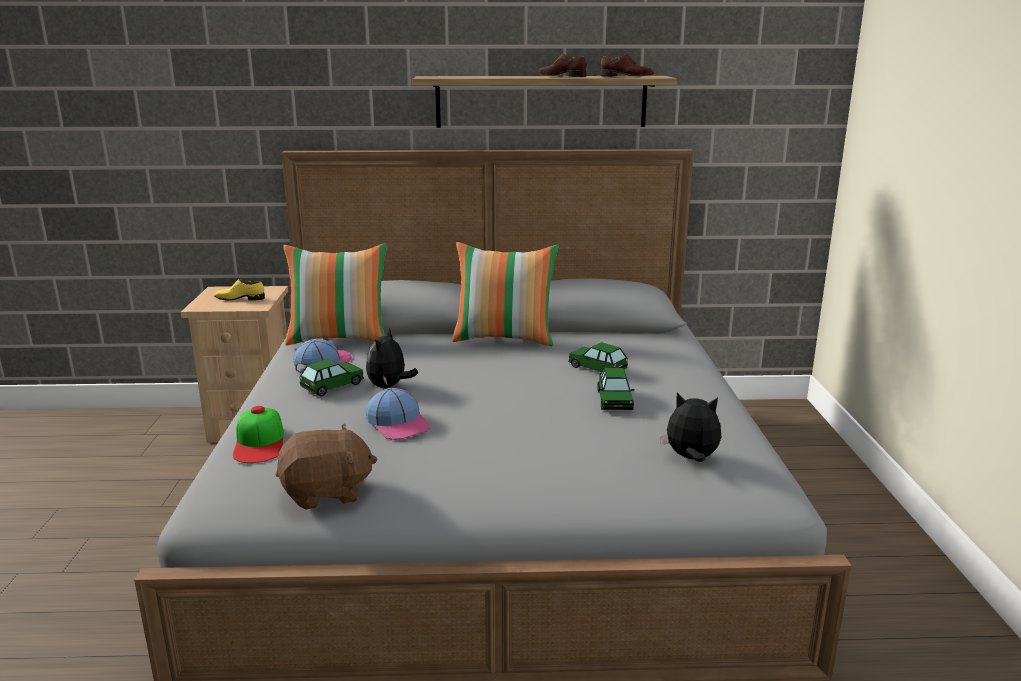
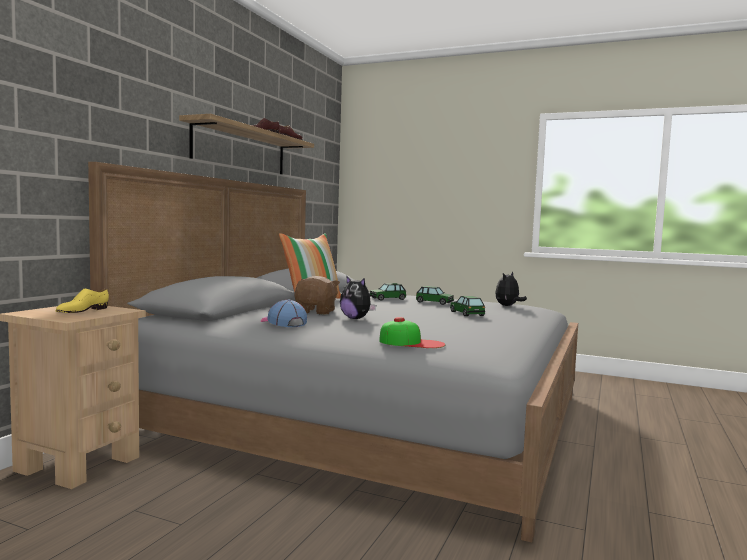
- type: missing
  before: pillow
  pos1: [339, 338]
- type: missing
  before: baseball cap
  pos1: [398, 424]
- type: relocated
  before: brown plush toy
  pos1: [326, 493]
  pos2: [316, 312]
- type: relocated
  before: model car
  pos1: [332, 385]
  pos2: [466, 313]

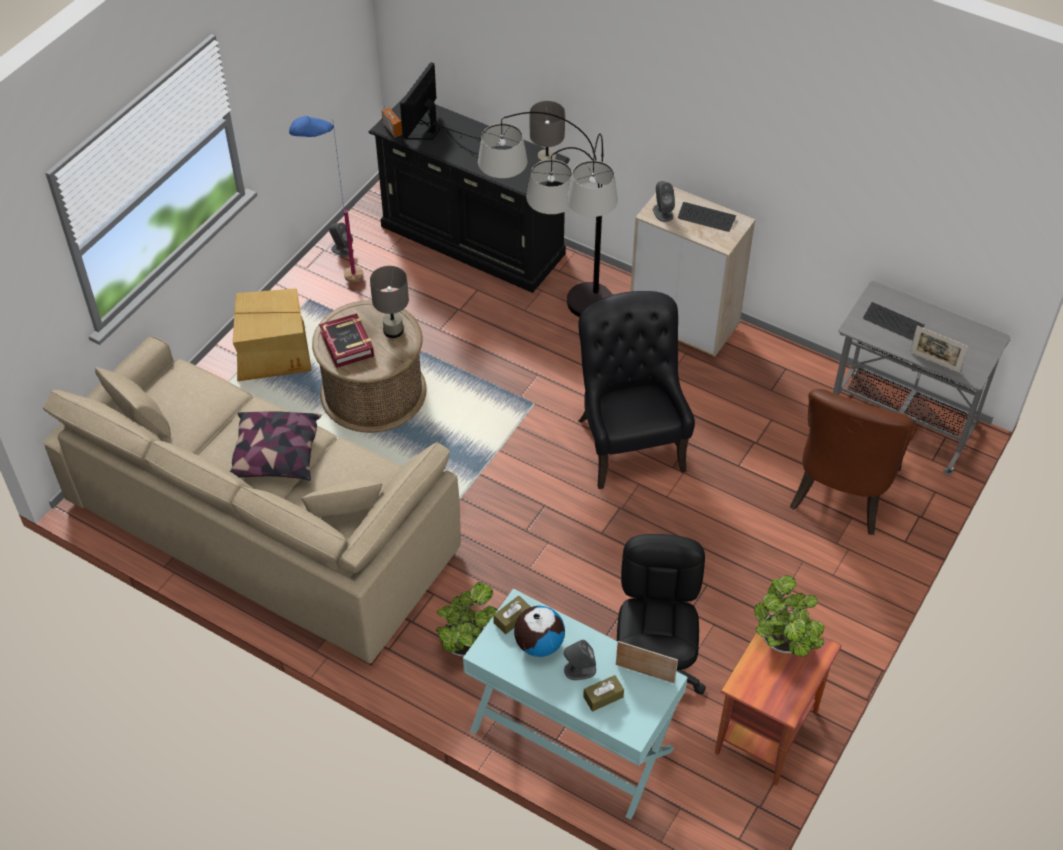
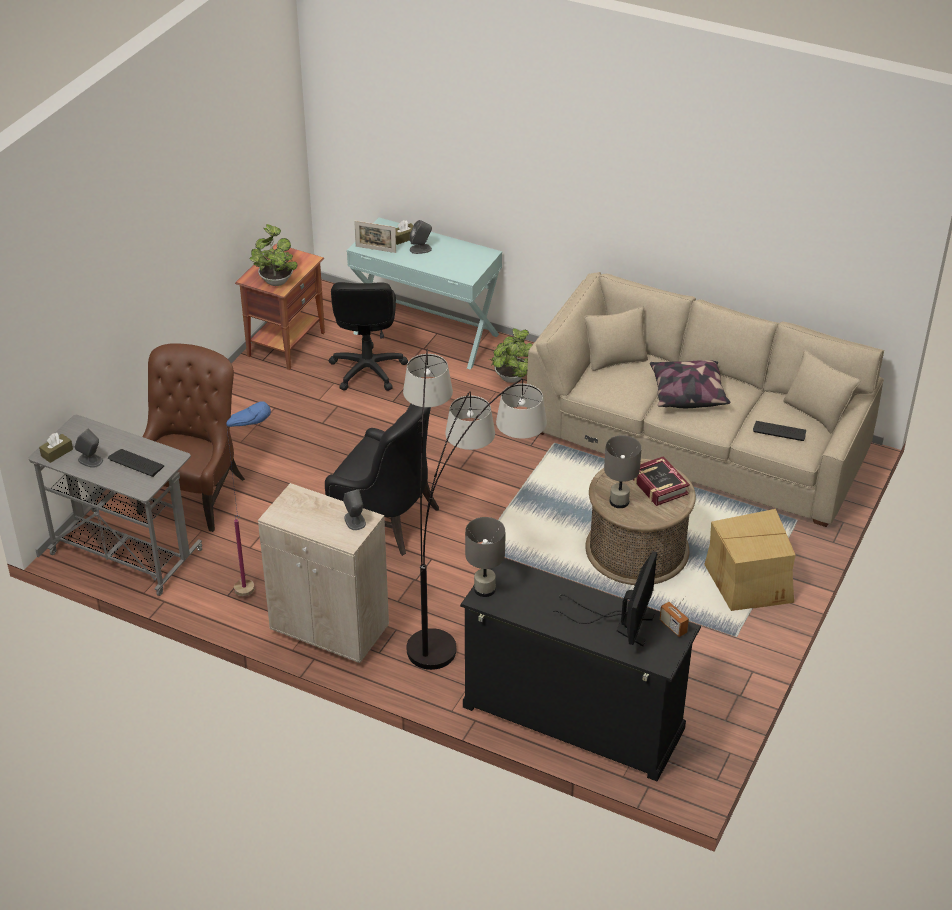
- type: missing
  before: desk globe
  pos1: [539, 644]
- type: missing
  before: picture frame
  pos1: [934, 362]
- type: relocated
  before: blue-coloured standing lamp
  pos1: [339, 285]
  pos2: [260, 586]
- type: relocated
  before: greyish loudspeaker
  pos1: [342, 249]
  pos2: [90, 460]
- type: relocated
  before: brown tissue box
  pos1: [512, 618]
  pos2: [57, 453]
- type: relocated
  before: computer keyboard
  pos1: [706, 218]
  pos2: [779, 431]
- type: spun
  before: black-coloured upright chair
  pos1: [629, 444]
  pos2: [386, 519]
  turn: -45

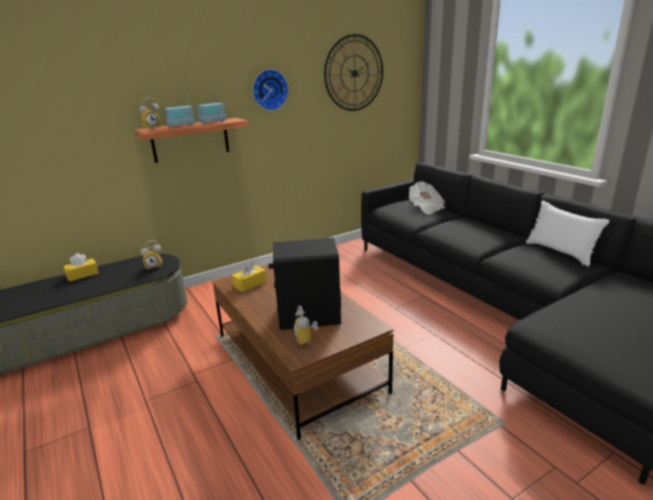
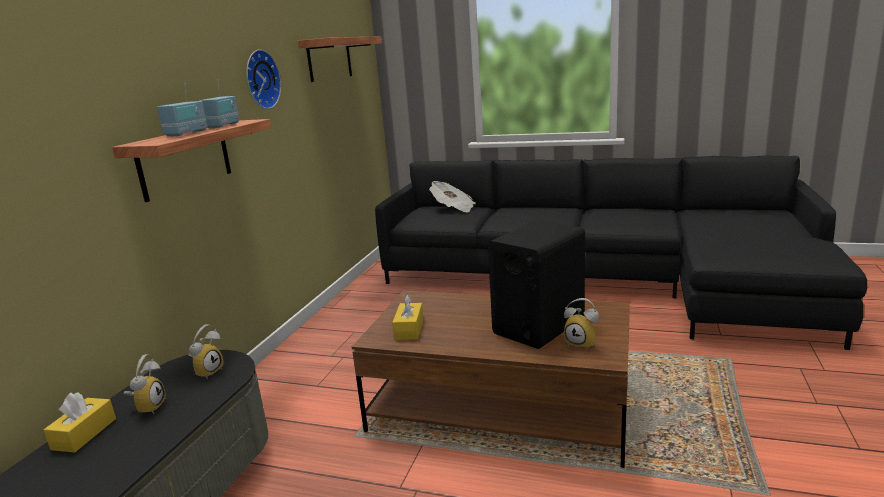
- type: missing
  before: whitish pillow
  pos1: [560, 252]
- type: relocated
  before: table clock
  pos1: [151, 128]
  pos2: [148, 407]
- type: exchanged
  before: hanging clock
  after: shelf
  pos1: [354, 73]
  pos2: [329, 59]

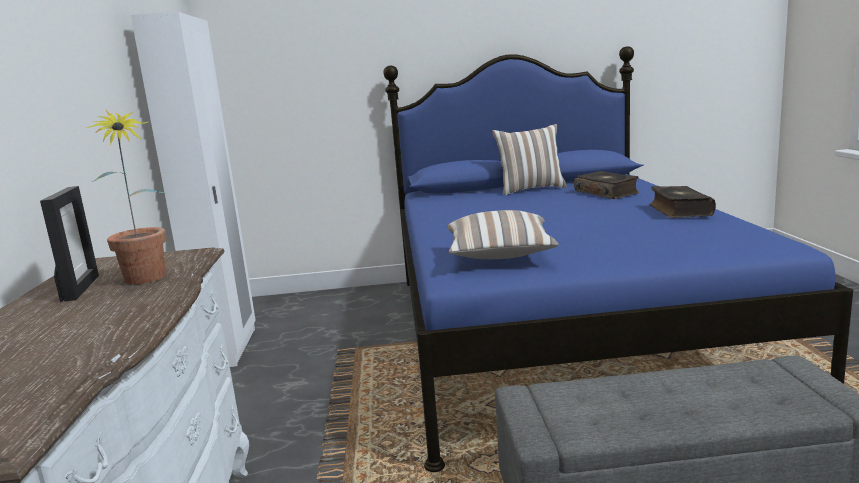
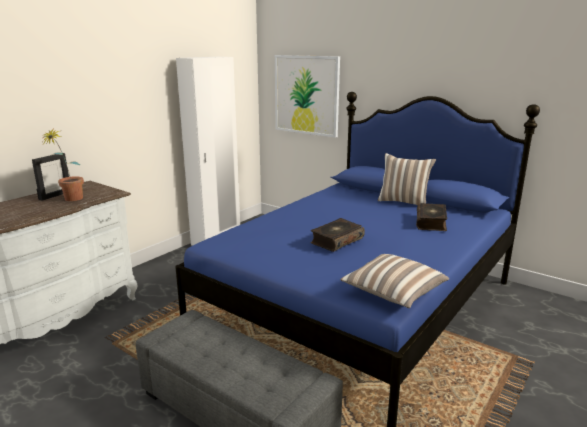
- type: appeared
  after: wall picture
  pos2: [306, 95]
- type: relocated
  before: pillow
  pos1: [500, 256]
  pos2: [393, 293]
- type: relocated
  before: book
  pos1: [679, 211]
  pos2: [336, 241]

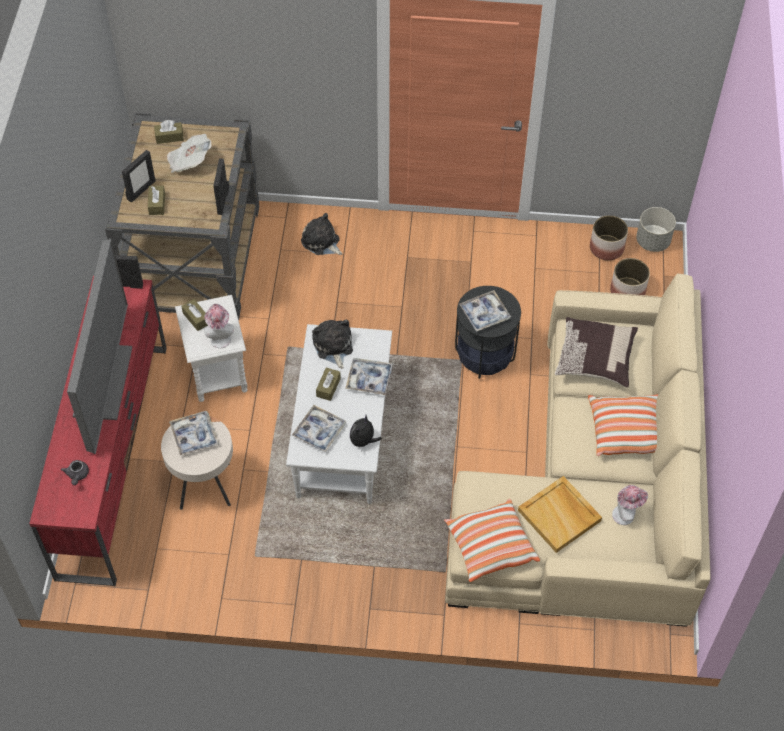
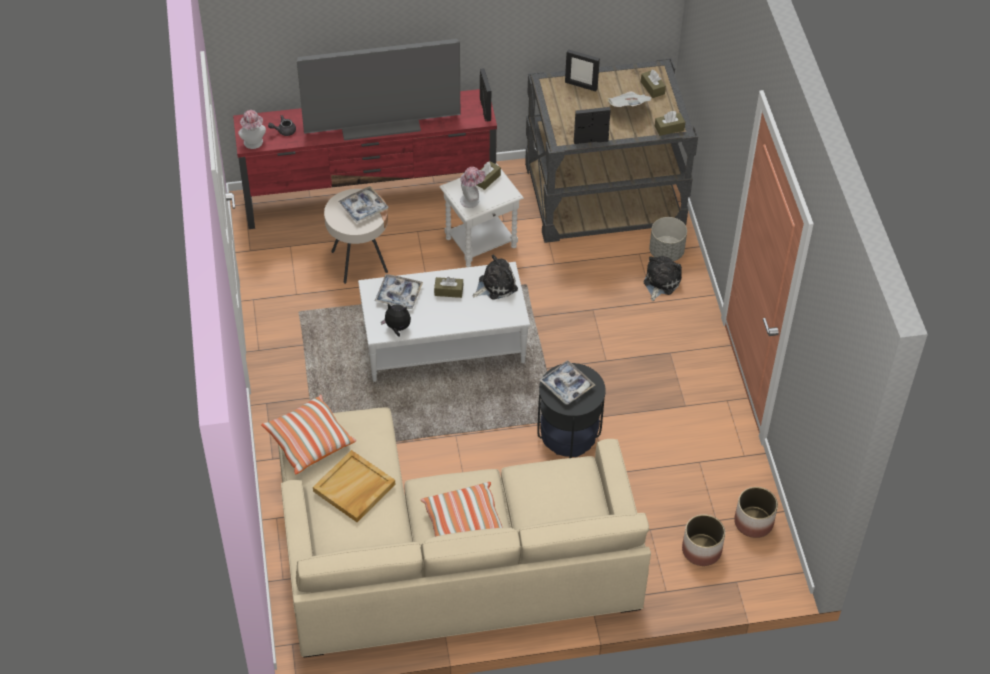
- type: missing
  before: carrying tray
  pos1: [369, 379]
- type: missing
  before: pillow
  pos1: [594, 359]
- type: relocated
  before: brown tissue box
  pos1: [157, 204]
  pos2: [669, 128]
- type: relocated
  before: wearable hat
  pos1: [626, 514]
  pos2: [254, 144]
- type: relocated
  before: greyish plant pot
  pos1: [653, 241]
  pos2: [666, 252]

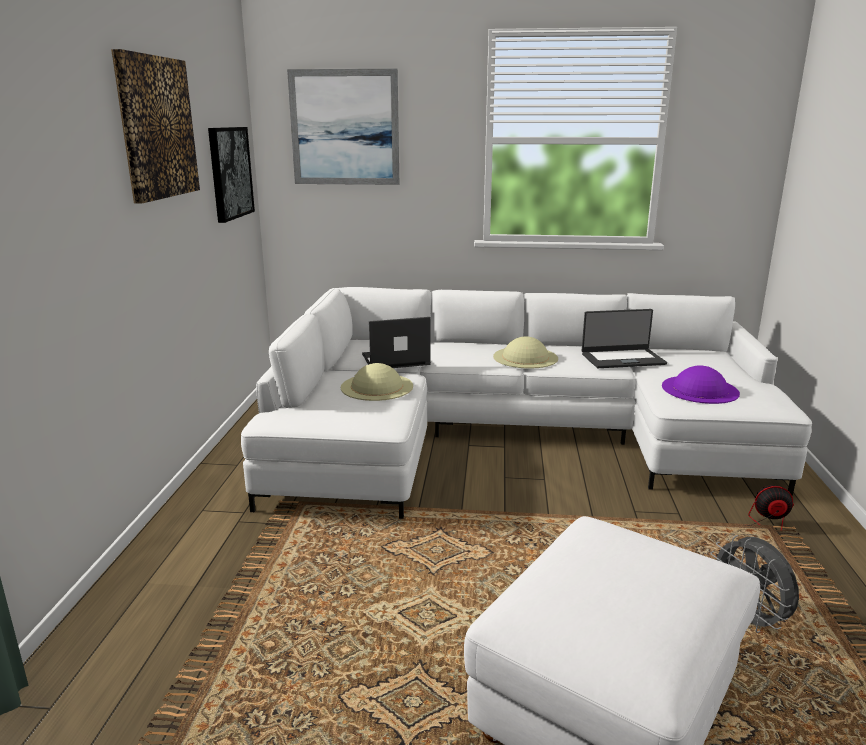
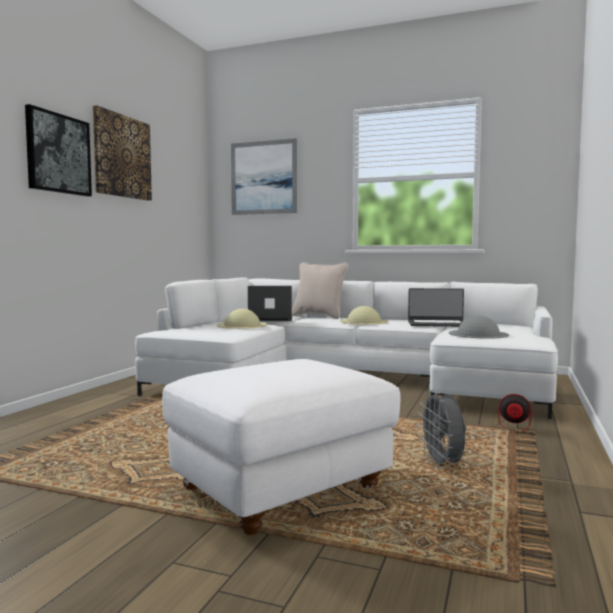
- type: appeared
  after: sand-coloured pillow
  pos2: [318, 316]
- type: relocated
  before: wall picture
  pos1: [230, 173]
  pos2: [58, 154]
- type: colour
  before: purple wearable hat
  after: greyish wearable hat
  pos1: [700, 389]
  pos2: [478, 334]

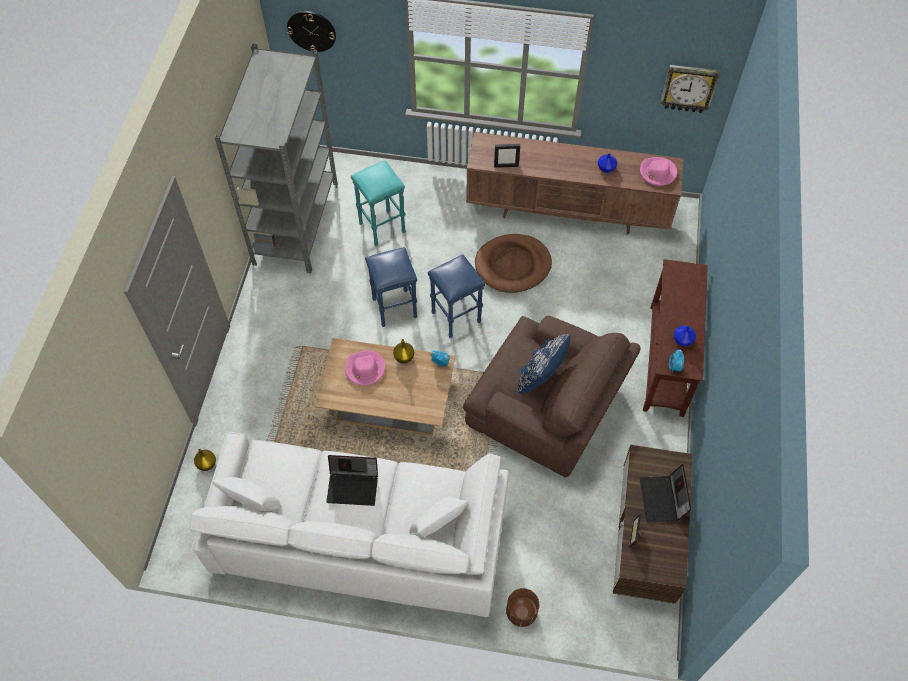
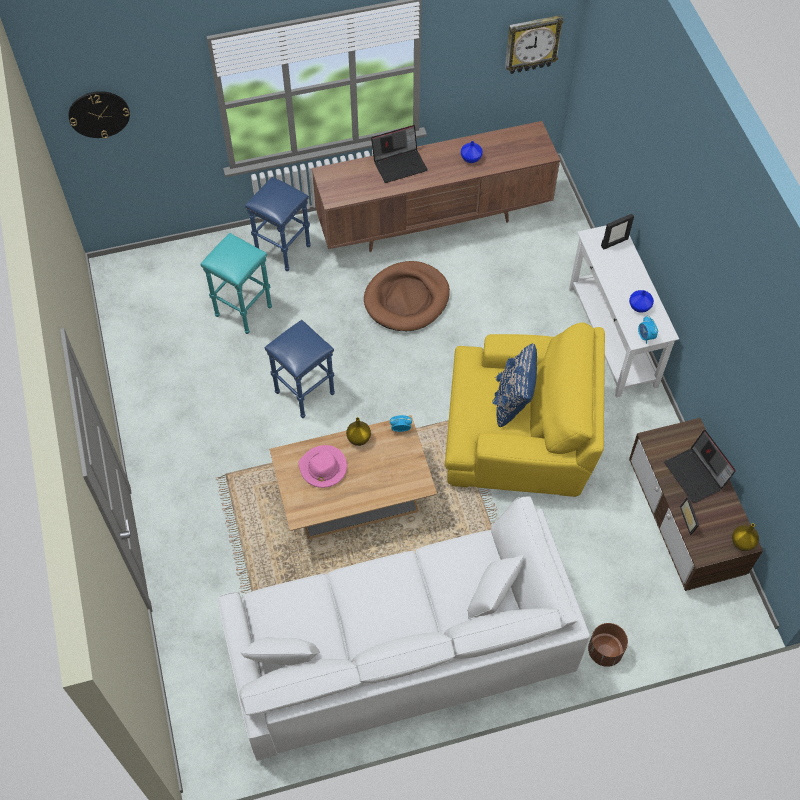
- type: missing
  before: greyish bookshelf
  pos1: [296, 223]
- type: missing
  before: pink-coloured wearable hat
  pos1: [657, 173]
- type: relocated
  before: yellow-coloured vase
  pos1: [206, 464]
  pos2: [741, 543]
- type: relocated
  before: portable computer
  pos1: [353, 486]
  pos2: [400, 164]
- type: relocated
  before: blue-coloured sitting stool
  pos1: [457, 317]
  pos2: [284, 249]
- type: relocated
  before: picture frame
  pos1: [506, 165]
  pos2: [614, 242]
- type: colour
  before: brown easy chair
  after: yellow-coloured easy chair
  pos1: [546, 408]
  pos2: [520, 434]
- type: colour
  before: brown hall table
  after: whitish hall table
  pos1: [666, 360]
  pos2: [613, 337]

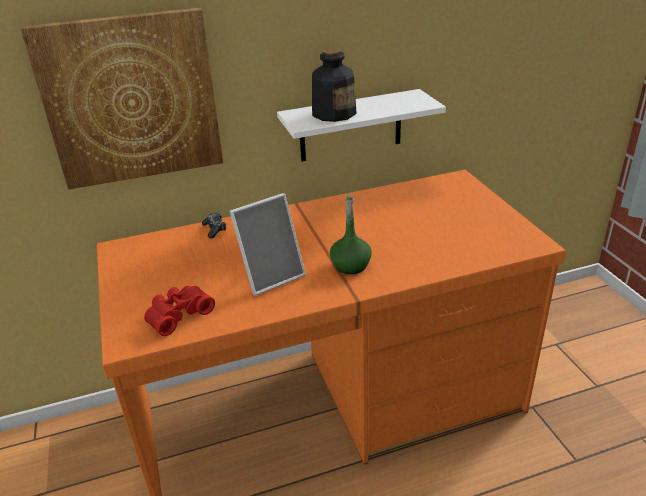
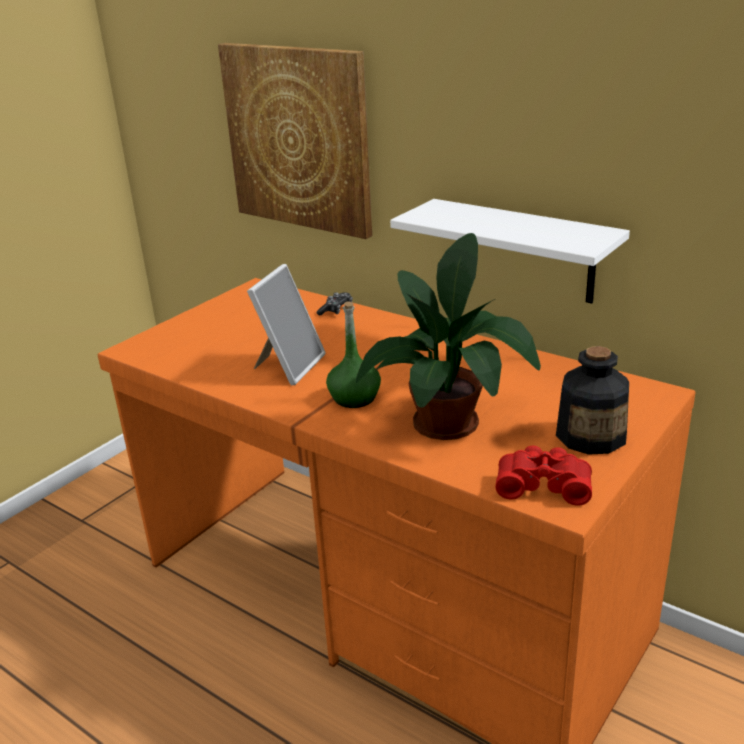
- type: appeared
  after: plant in a pot
  pos2: [451, 420]
- type: relocated
  before: reddish field glasses
  pos1: [178, 314]
  pos2: [543, 484]
- type: relocated
  before: drink bottle
  pos1: [333, 113]
  pos2: [591, 436]
- type: spun
  before: picture frame
  pos1: [271, 276]
  pos2: [288, 366]
  turn: -90

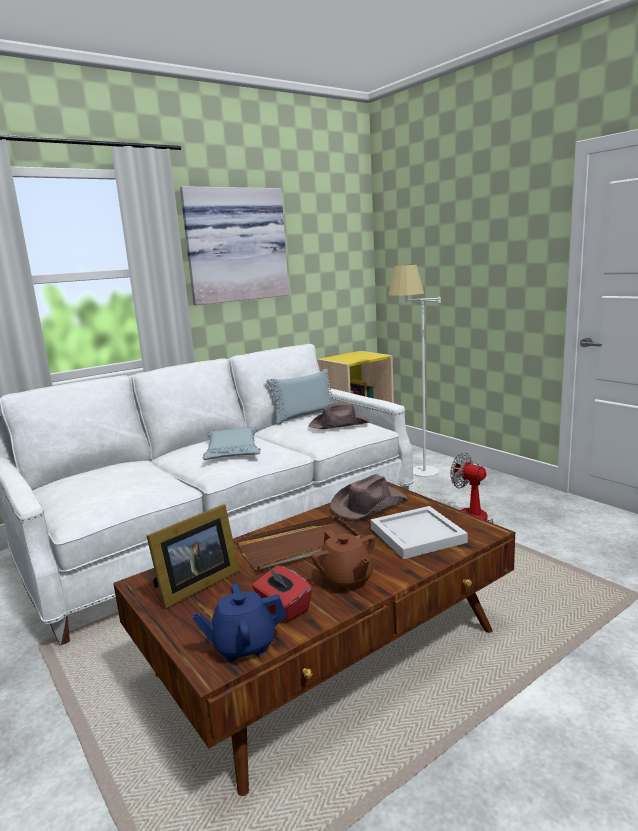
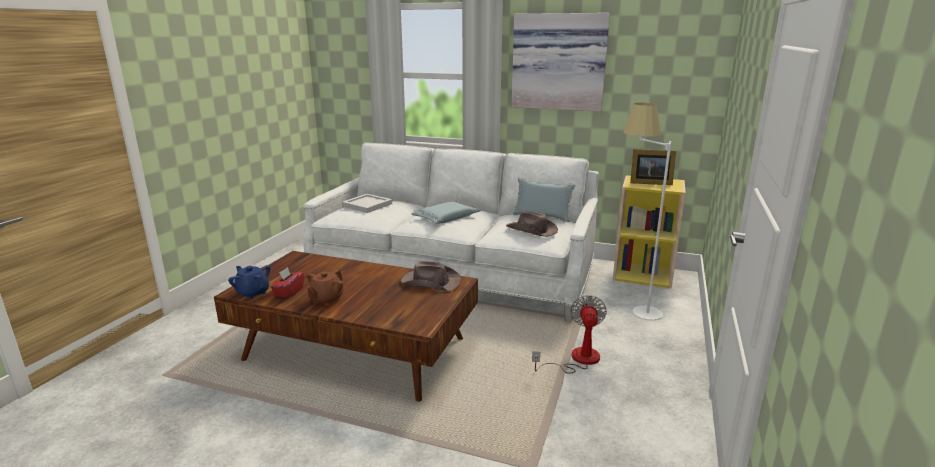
- type: missing
  before: brown carrying tray
  pos1: [299, 546]
- type: relocated
  before: picture frame
  pos1: [194, 586]
  pos2: [649, 182]
- type: relocated
  before: whitish carrying tray
  pos1: [415, 535]
  pos2: [367, 205]

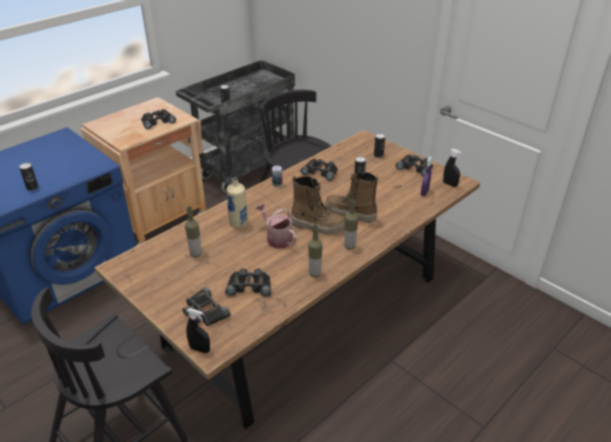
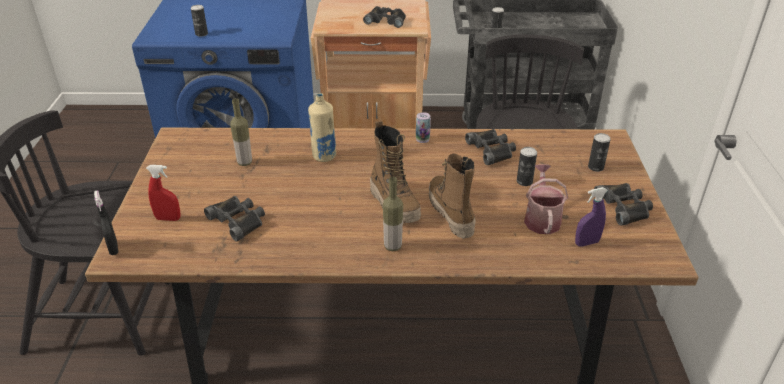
- type: missing
  before: drink bottle
  pos1: [314, 274]
- type: missing
  before: black-coloured spray bottle
  pos1: [450, 184]
- type: relocated
  before: watering pot
  pos1: [277, 238]
  pos2: [541, 218]
- type: exchanged
  before: black-coloured field glasses
  after: reddish spray bottle
  pos1: [204, 312]
  pos2: [168, 218]

